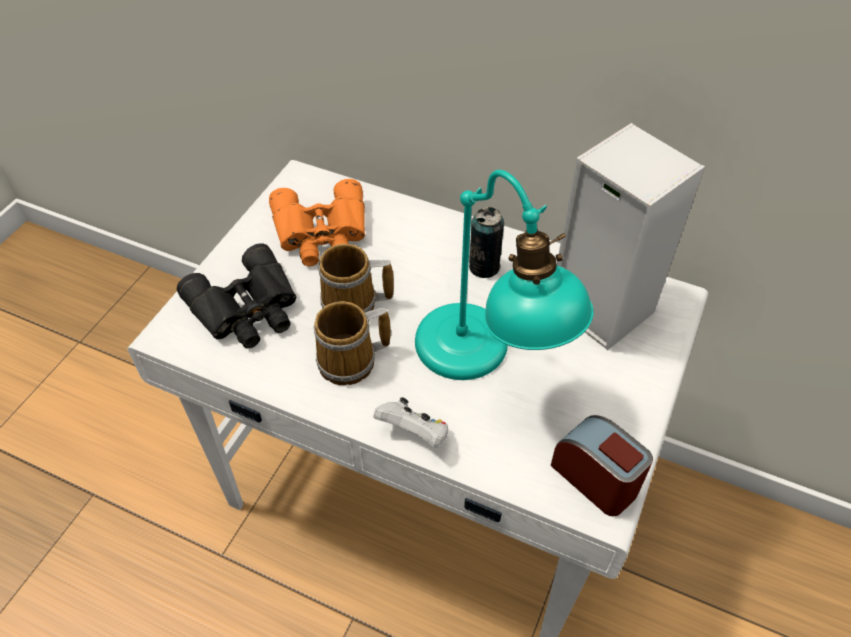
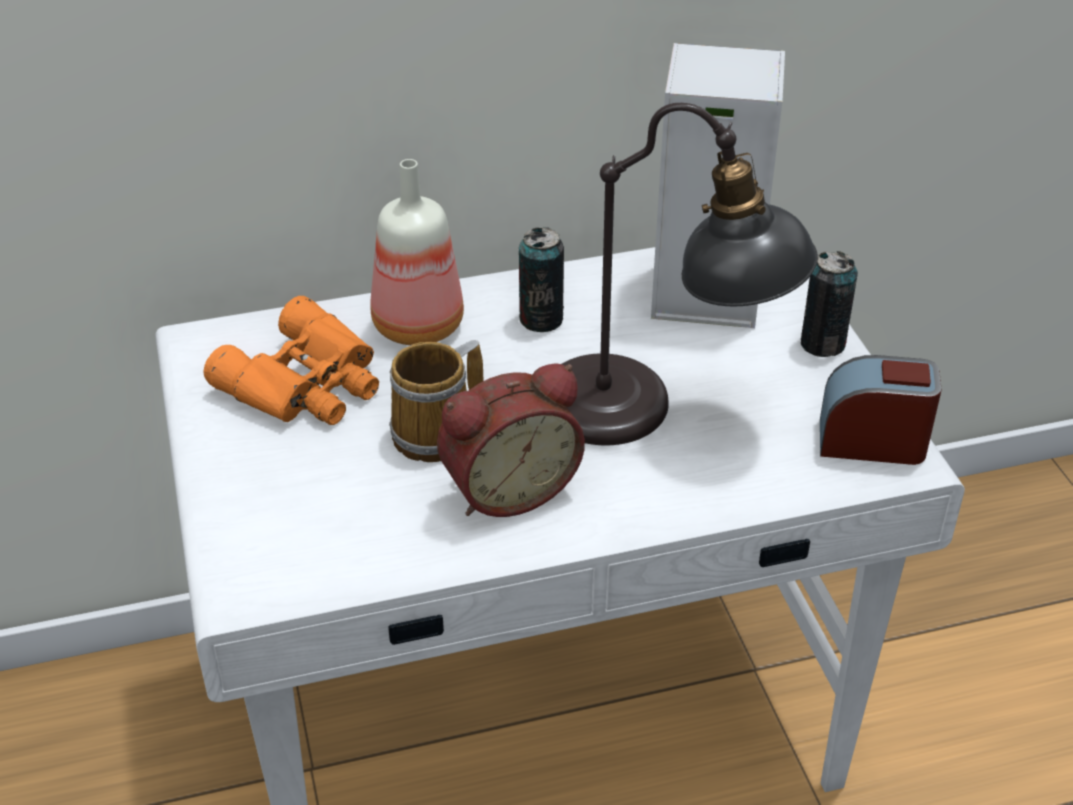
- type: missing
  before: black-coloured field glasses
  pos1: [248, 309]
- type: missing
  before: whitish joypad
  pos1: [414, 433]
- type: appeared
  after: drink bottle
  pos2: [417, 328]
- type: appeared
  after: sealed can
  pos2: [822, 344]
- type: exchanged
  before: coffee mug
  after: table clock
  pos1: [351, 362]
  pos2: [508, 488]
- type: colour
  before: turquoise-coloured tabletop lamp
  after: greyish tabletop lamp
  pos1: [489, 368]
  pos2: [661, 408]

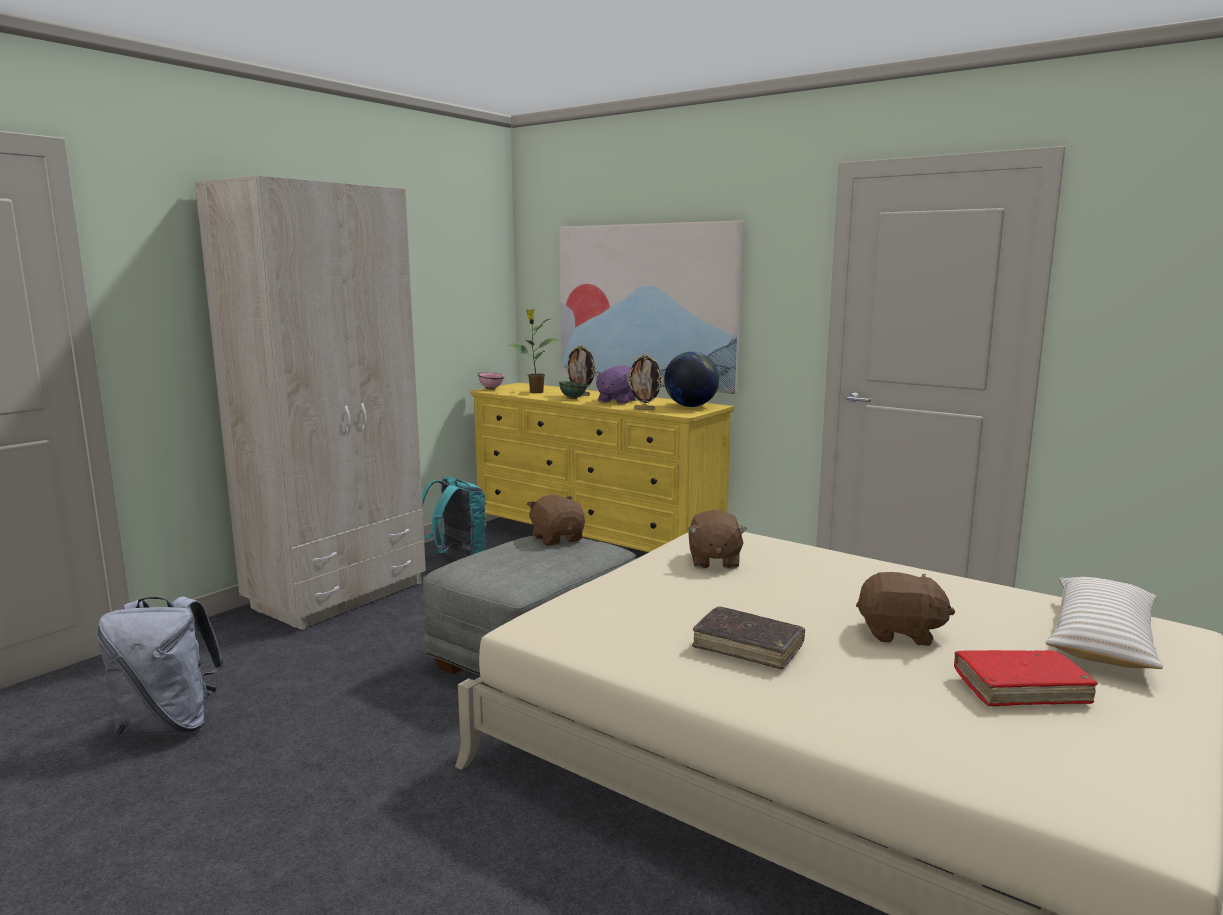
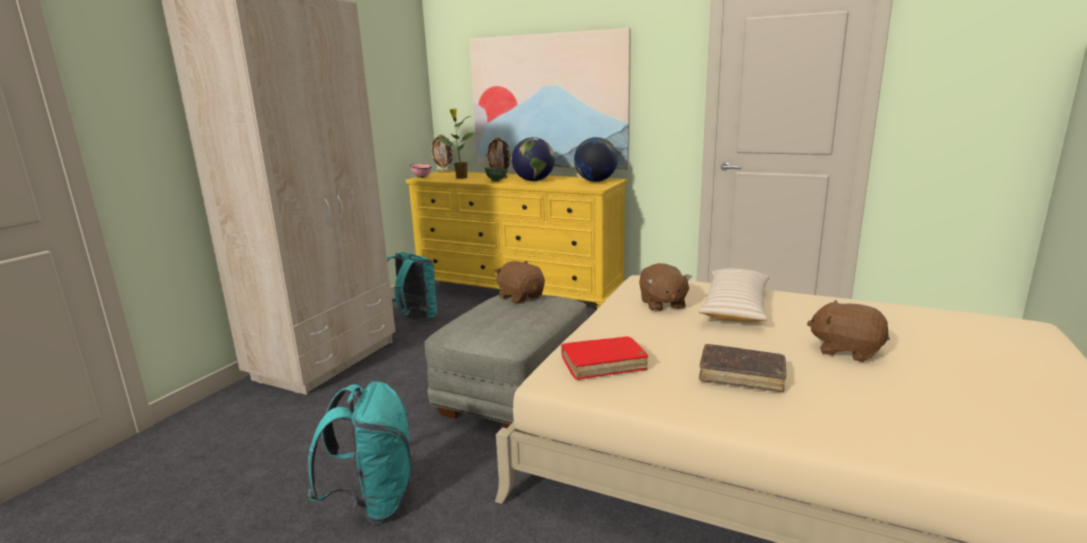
- type: missing
  before: greyish backpack
  pos1: [169, 725]
- type: appeared
  after: turquoise-coloured backpack
  pos2: [373, 502]
- type: relocated
  before: picture frame
  pos1: [644, 409]
  pos2: [444, 172]
- type: relocated
  before: reddish book
  pos1: [1020, 688]
  pos2: [603, 364]
- type: relocated
  before: sand-coloured pillow
  pos1: [1101, 639]
  pos2: [735, 307]
- type: exchanged
  before: purple plush toy
  after: desk globe
  pos1: [618, 401]
  pos2: [534, 180]
- type: spun
  before: brown plush toy
  pos1: [900, 633]
  pos2: [846, 350]
  turn: -150

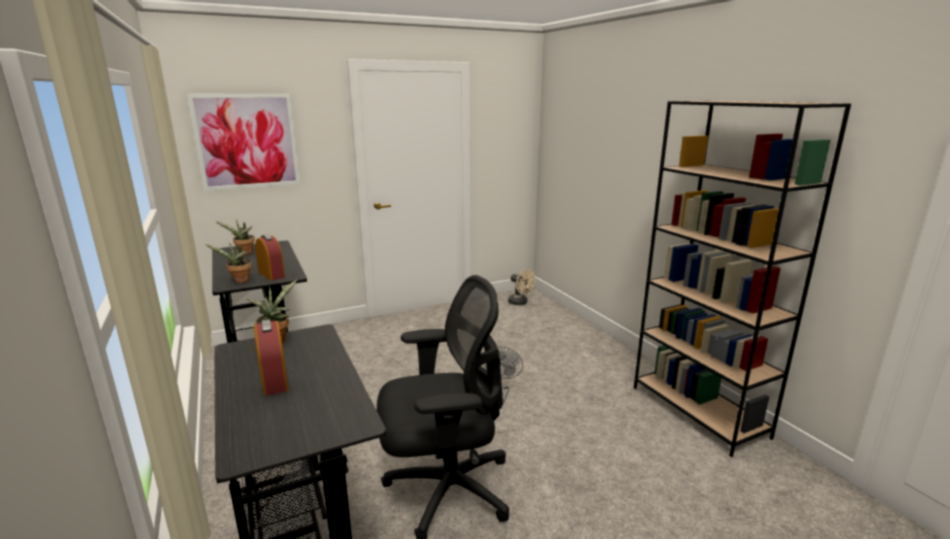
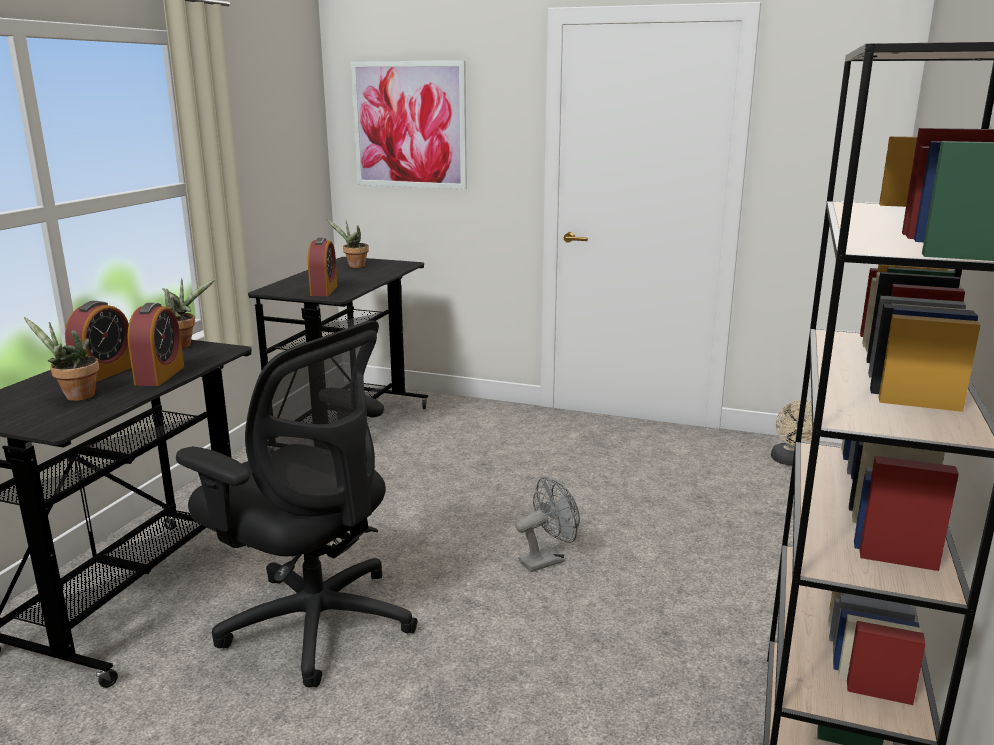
- type: appeared
  after: table clock
  pos2: [160, 375]
- type: relocated
  before: plant in a pot
  pos1: [239, 281]
  pos2: [75, 396]

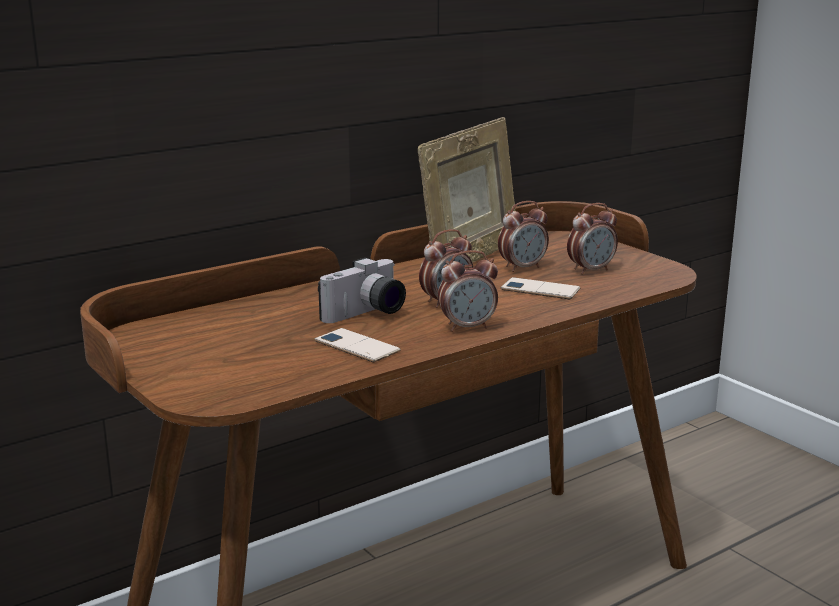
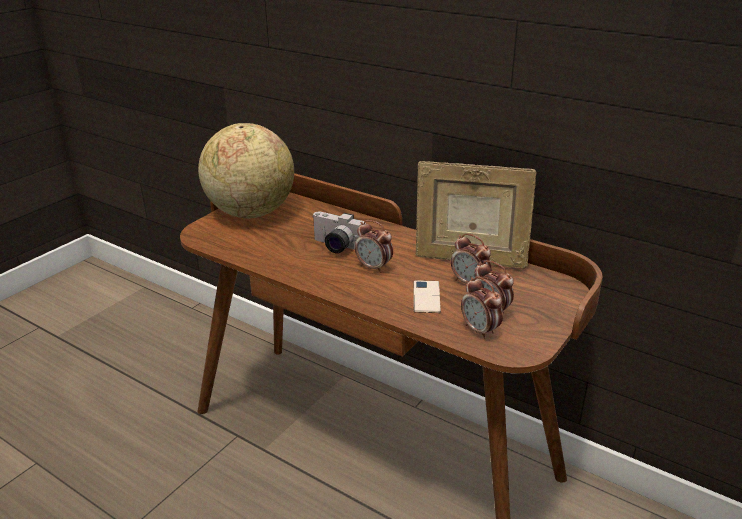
- type: missing
  before: handset
  pos1: [357, 346]
- type: appeared
  after: desk globe
  pos2: [251, 212]
- type: relocated
  before: table clock
  pos1: [467, 327]
  pos2: [480, 330]

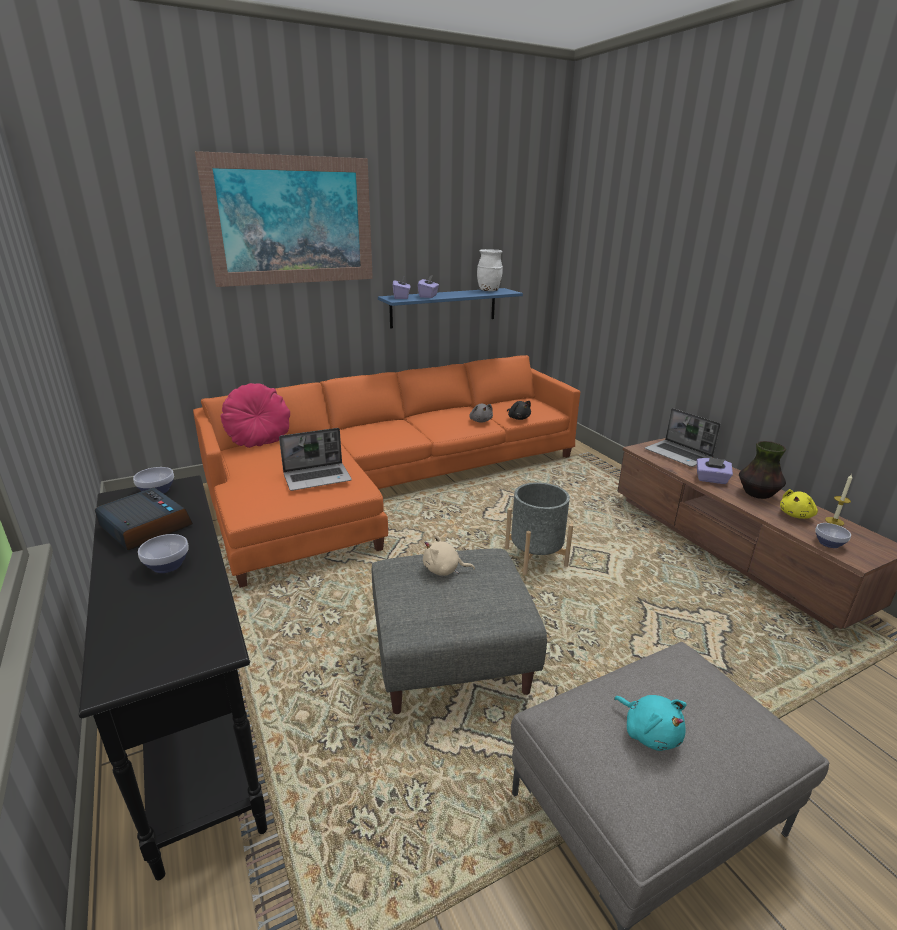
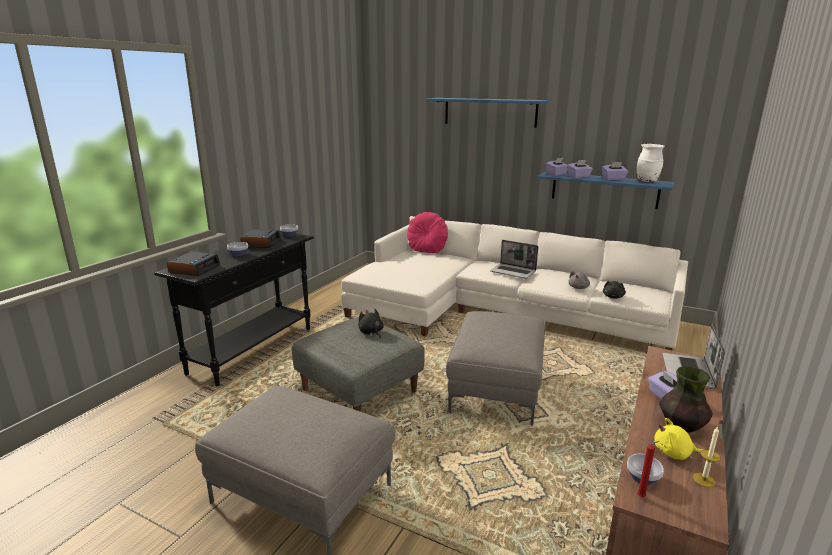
- type: missing
  before: turquoise-coloured plush toy
  pos1: [649, 732]
- type: appeared
  after: table clock
  pos2: [194, 268]
- type: appeared
  after: purple tissue box
  pos2: [613, 179]
- type: appeared
  after: reddish wax candle
  pos2: [642, 496]
- type: relocated
  before: portable computer
  pos1: [318, 478]
  pos2: [513, 272]
- type: exchanged
  before: wall picture
  after: blue-coloured shelf
  pos1: [292, 221]
  pos2: [490, 112]
- type: exchanged
  before: greyish plant pot
  after: greyish pouffe
  pos1: [535, 557]
  pos2: [495, 387]
- type: colour
  before: orangey settee
  after: whitish settee
  pos1: [386, 482]
  pos2: [496, 310]
- type: colour
  before: sand-coloured plush toy
  after: black-coloured plush toy
  pos1: [444, 570]
  pos2: [371, 332]

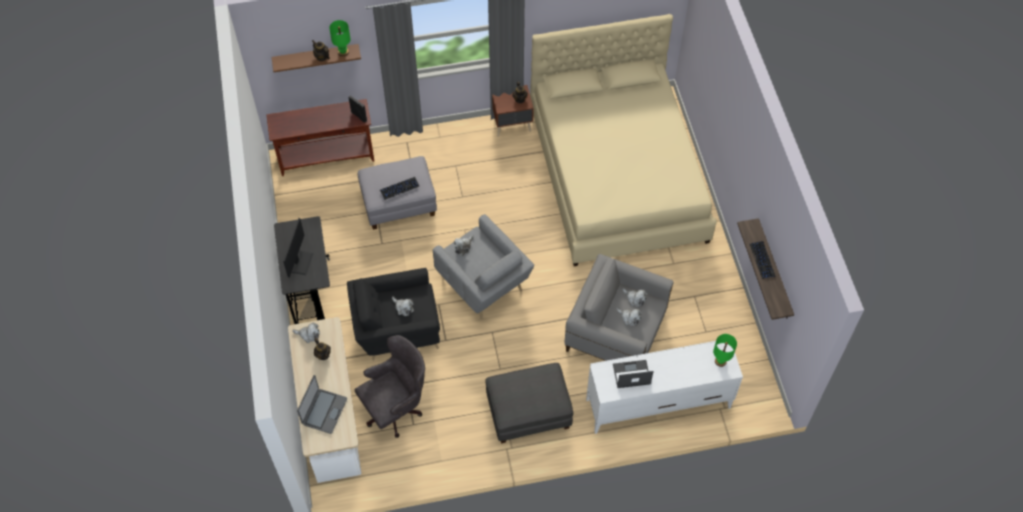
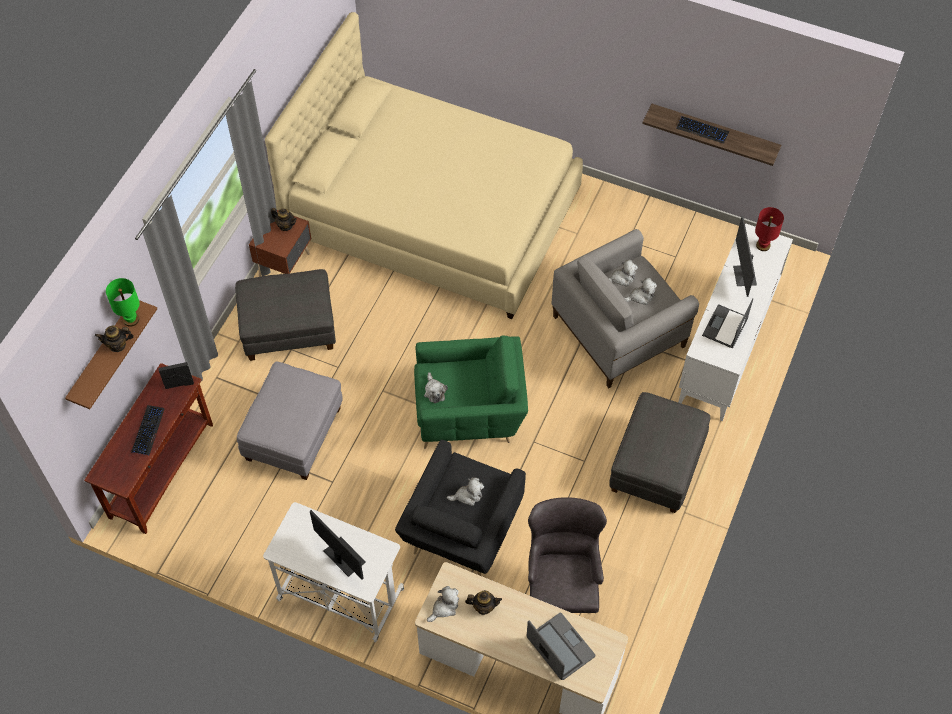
- type: appeared
  after: greyish pouffe
  pos2: [289, 329]
- type: appeared
  after: computer screen
  pos2: [744, 275]
- type: relocated
  before: computer keyboard
  pos1: [399, 188]
  pos2: [148, 430]
- type: colour
  before: black-coloured desk table
  after: whitish desk table
  pos1: [311, 293]
  pos2: [340, 594]
- type: colour
  before: greyish easy chair
  after: green-coloured easy chair
  pos1: [483, 286]
  pos2: [470, 415]
- type: colour
  before: green-coloured tabletop lamp
  after: reddish tabletop lamp
  pos1: [720, 361]
  pos2: [762, 245]

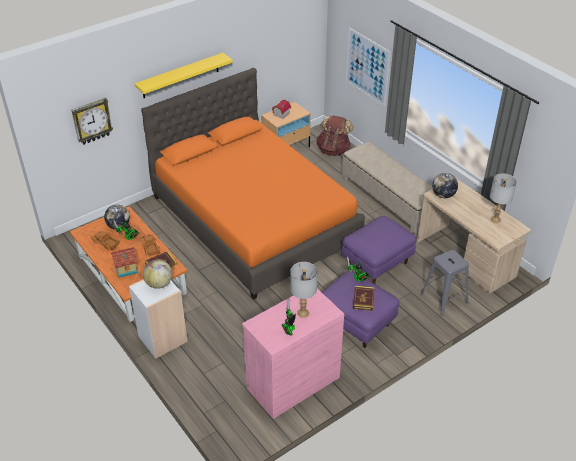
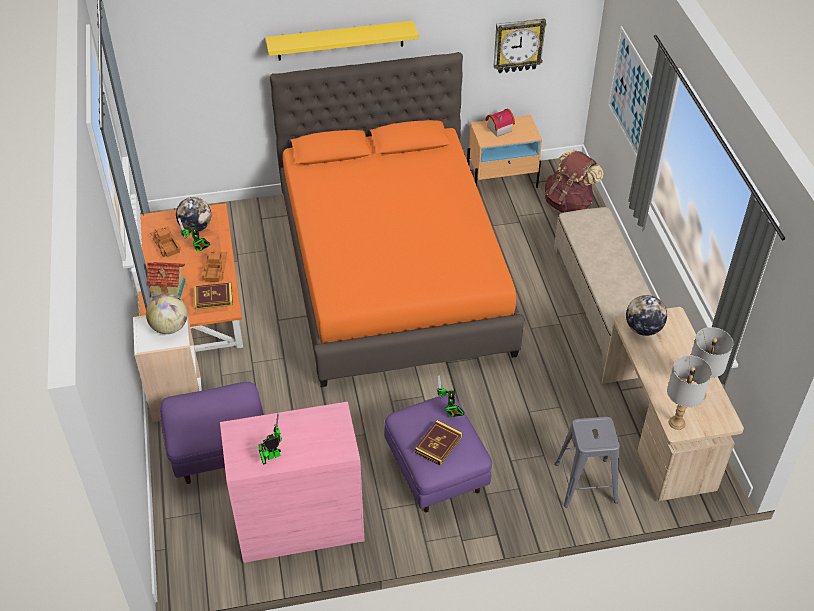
- type: relocated
  before: hanging clock
  pos1: [92, 121]
  pos2: [518, 45]
- type: relocated
  before: greyish tabletop lamp
  pos1: [303, 313]
  pos2: [677, 423]
- type: relocated
  before: purple pouffe
  pos1: [376, 264]
  pos2: [219, 452]

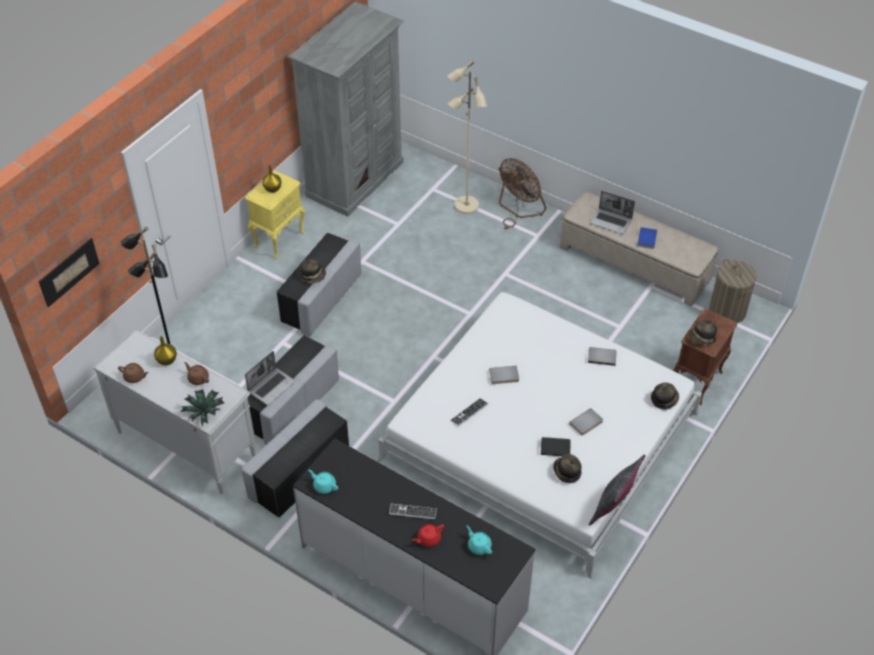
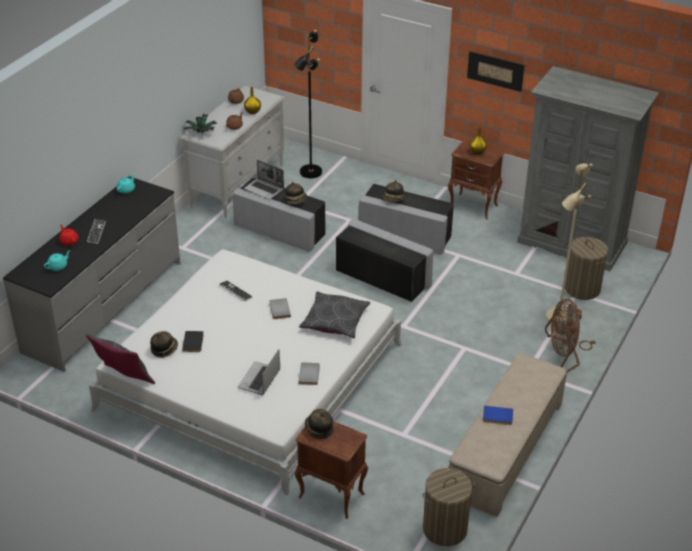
- type: missing
  before: greyish book
  pos1: [586, 423]
- type: appeared
  after: greyish pillow
  pos2: [335, 321]
- type: appeared
  after: laundry basket
  pos2: [582, 289]
- type: relocated
  before: wall picture
  pos1: [69, 272]
  pos2: [495, 71]
- type: relocated
  before: greyish pouffe
  pos1: [299, 473]
  pos2: [382, 277]
- type: relocated
  before: portable computer
  pos1: [611, 221]
  pos2: [259, 380]
- type: relocated
  before: wearable hat
  pos1: [664, 399]
  pos2: [296, 200]
- type: colour
  before: yellow-coloured nightstand
  after: brown nightstand
  pos1: [279, 240]
  pos2: [473, 206]
- type: spun
  before: brown electric fan
  pos1: [516, 208]
  pos2: [566, 353]
  turn: 135

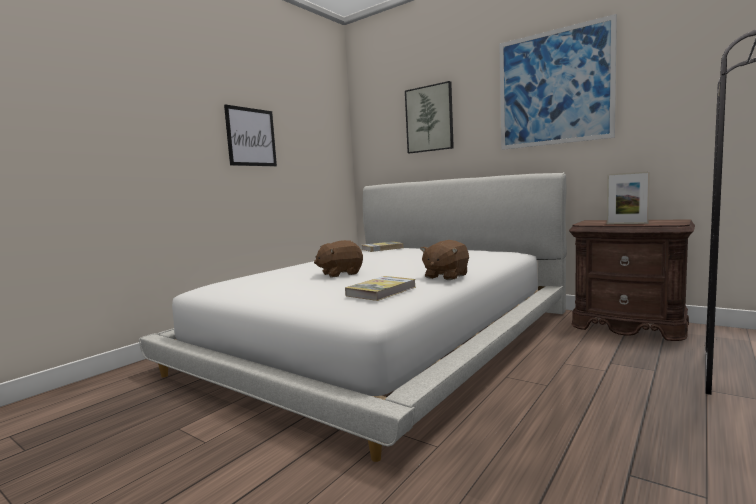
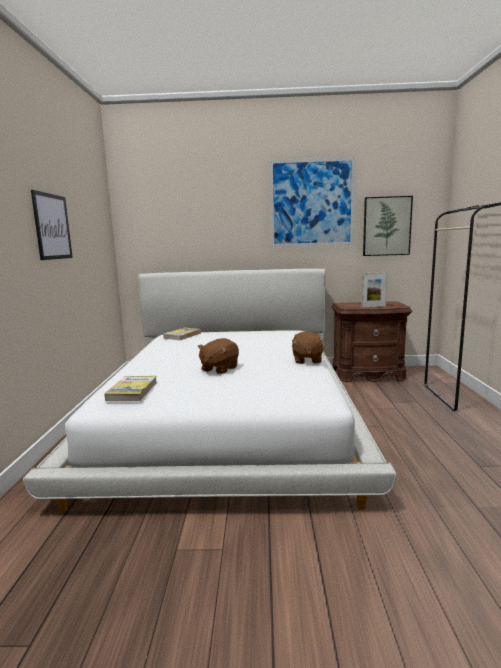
- type: relocated
  before: book
  pos1: [381, 291]
  pos2: [132, 391]
- type: relocated
  before: wall picture
  pos1: [429, 119]
  pos2: [386, 226]

